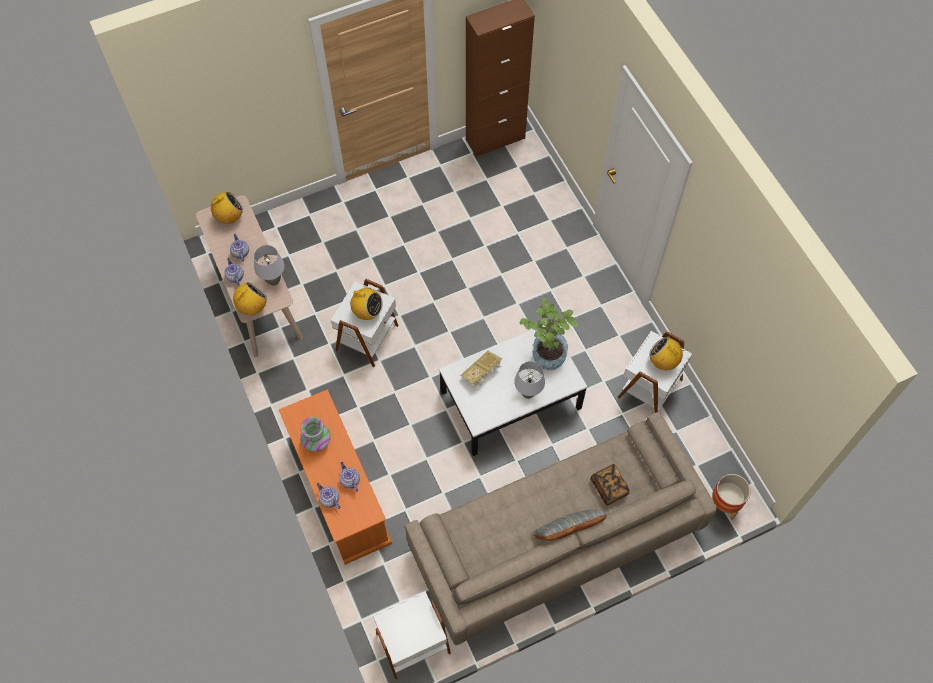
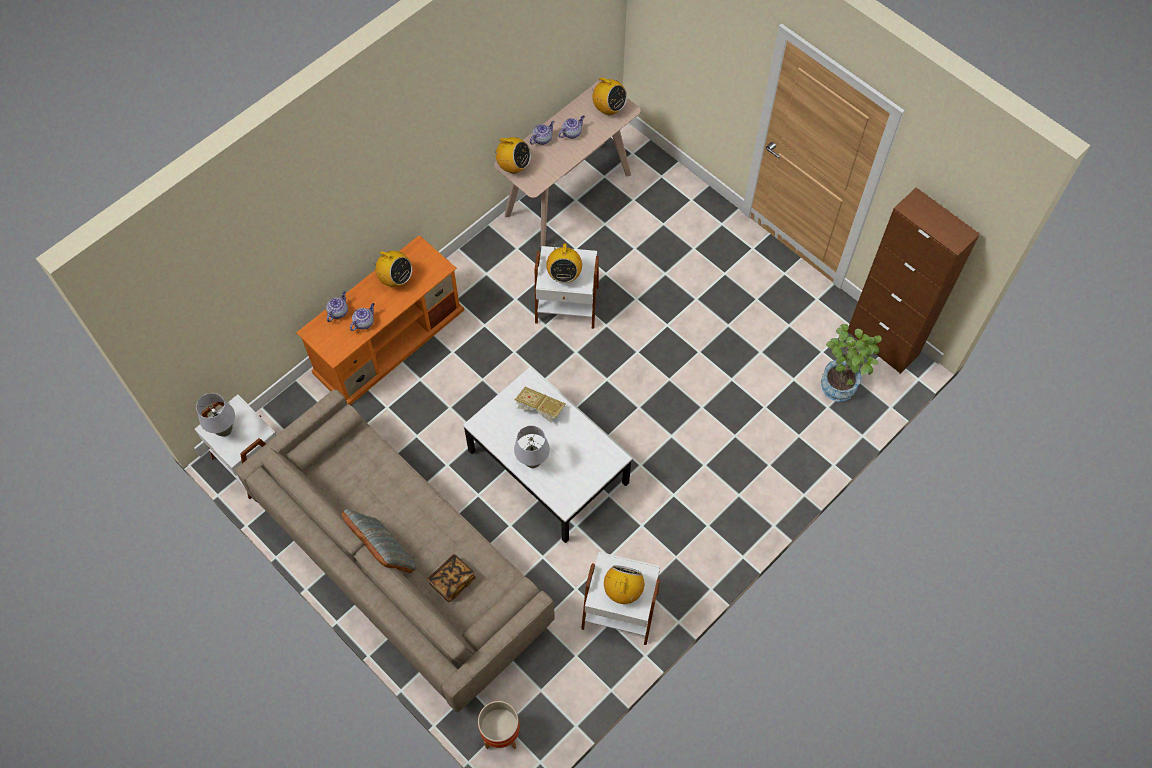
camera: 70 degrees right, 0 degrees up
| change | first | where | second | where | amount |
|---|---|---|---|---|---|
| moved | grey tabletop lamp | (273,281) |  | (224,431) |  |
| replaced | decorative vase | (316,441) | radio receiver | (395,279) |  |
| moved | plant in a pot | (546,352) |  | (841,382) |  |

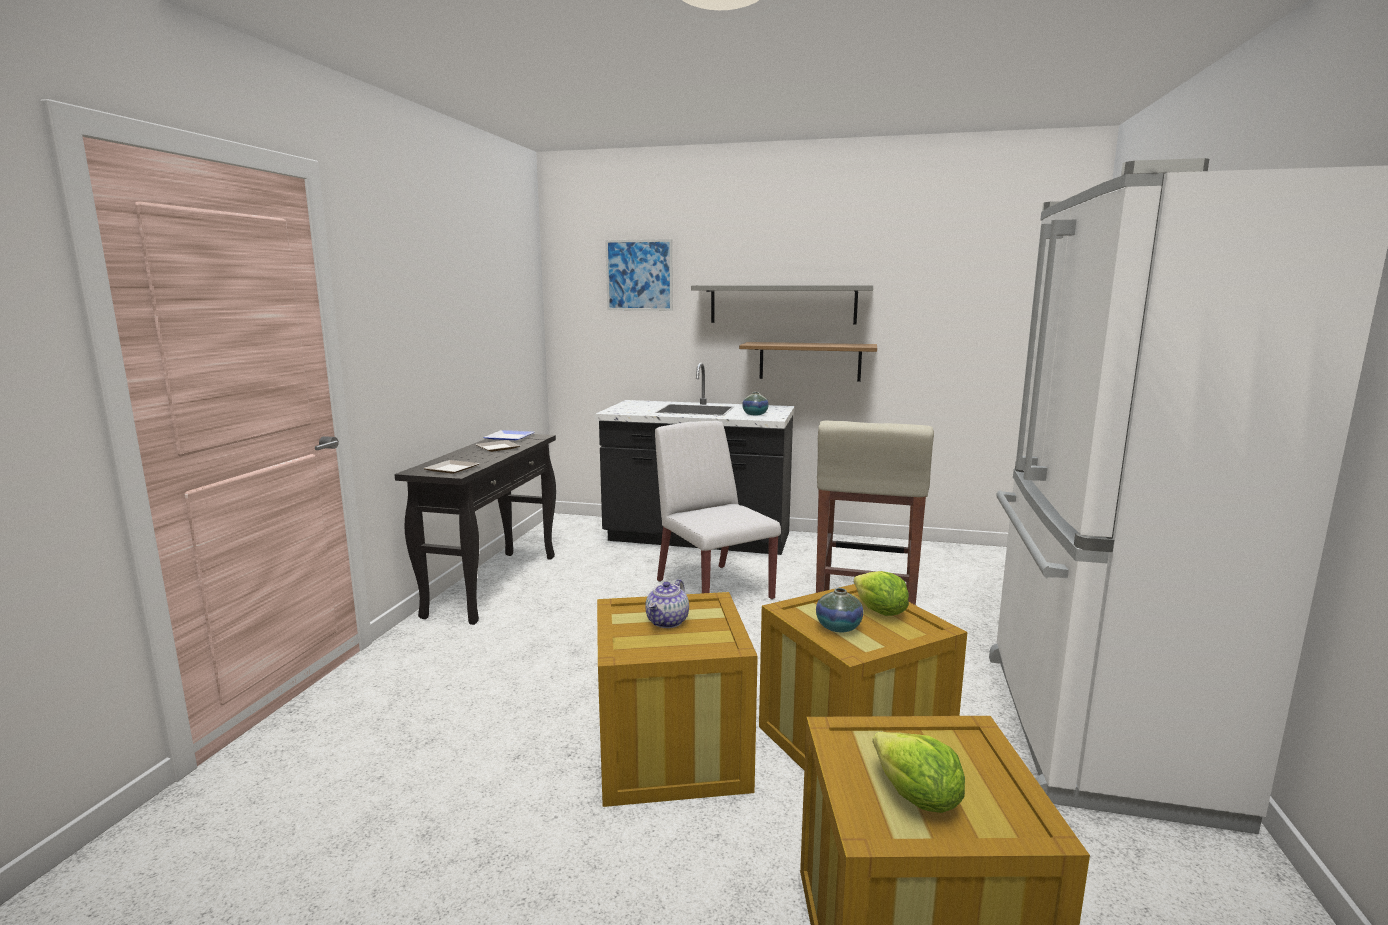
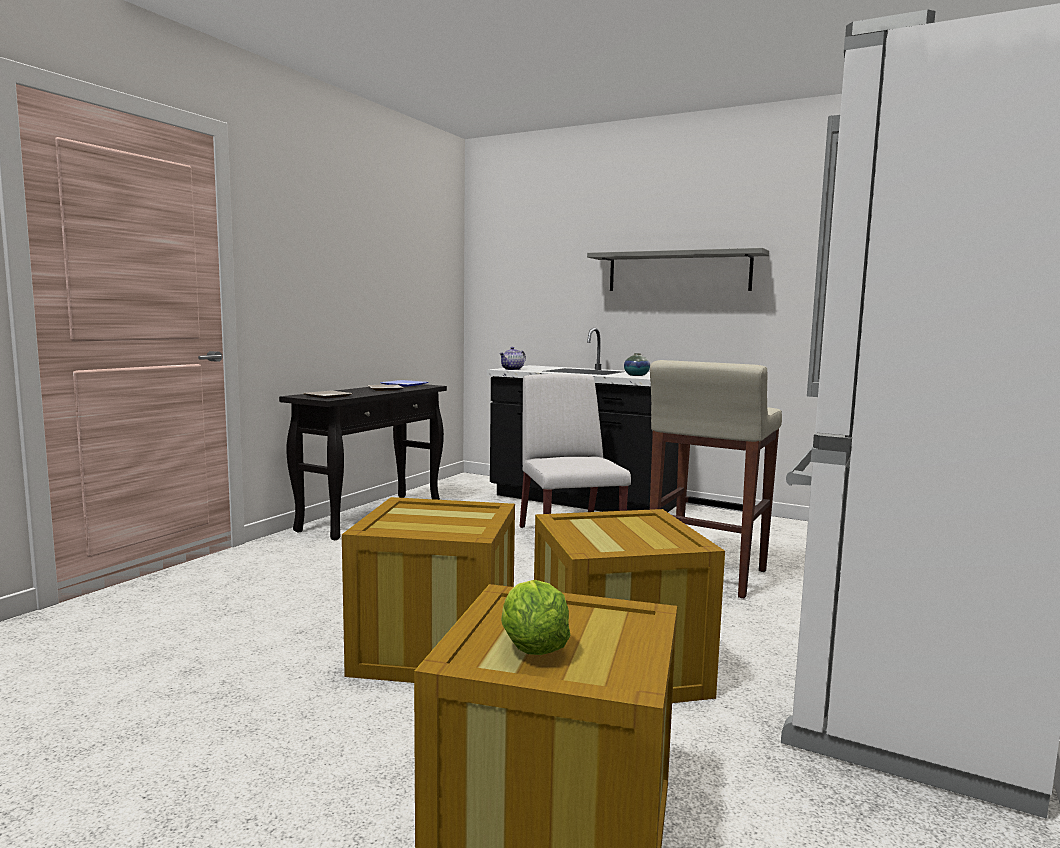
camera: 15 degrees right, 5 degrees down
| change | first | where | second | where | amount |
|---|---|---|---|---|---|
| removed | wall picture | (639,275) |  |  |  |
| moved | teapot | (667,622) |  | (512,369) |  |
| removed | shelf | (809,361) |  |  |  |
| removed | decorative vase | (838,627) |  |  |  |
| removed | lettuce head | (879,612) |  |  |  |

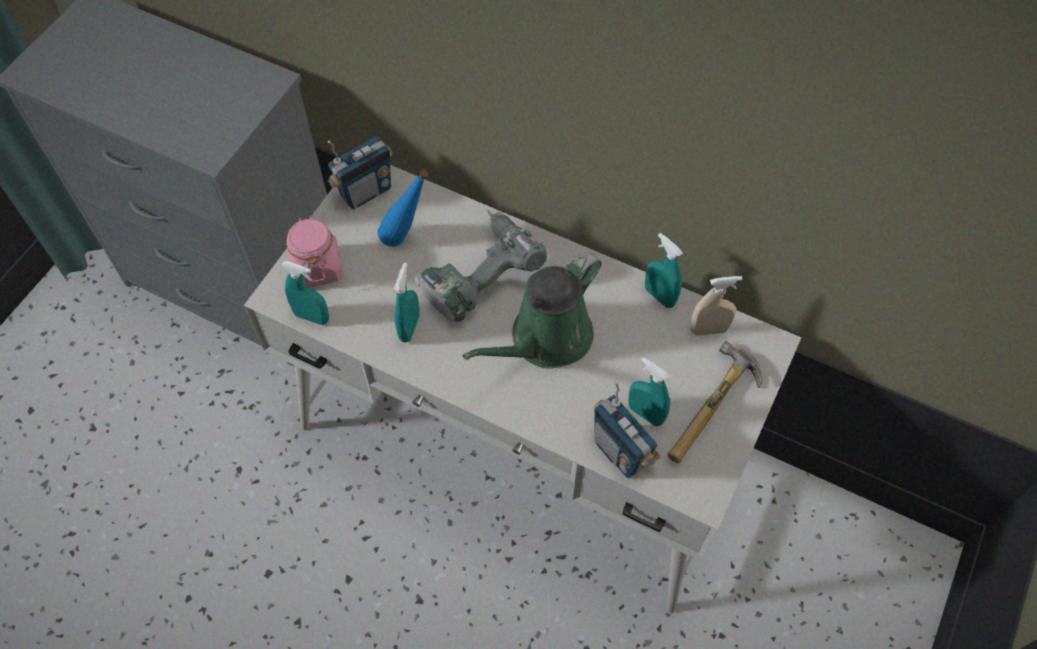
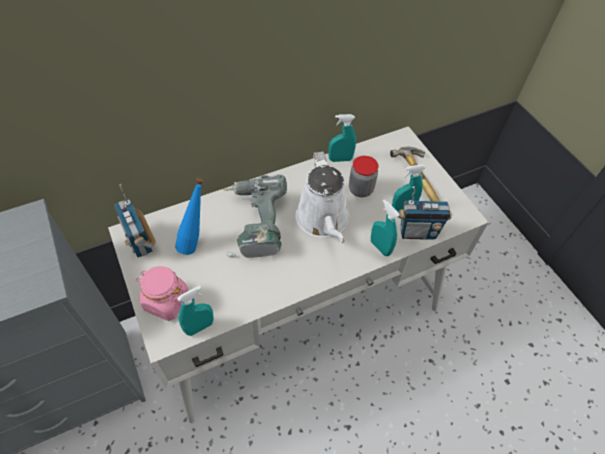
camera: 55 degrees left, 5 degrees down
| change | first | where | second | where | amount |
|---|---|---|---|---|---|
| turned | radio receiver | (365,192) |  | (140,242) | 150 degrees clockwise |
| moved | blue-green hand sprayer | (409,328) |  | (380,247) |  |
| recoloured | green-coloured watering pot | (545,340) | whitish watering pot | (323,221) |  |
| removed | sand-coloured hand sprayer | (708,330) |  |  |  |
| added |  |  | preserve jar | (360,189) |  |

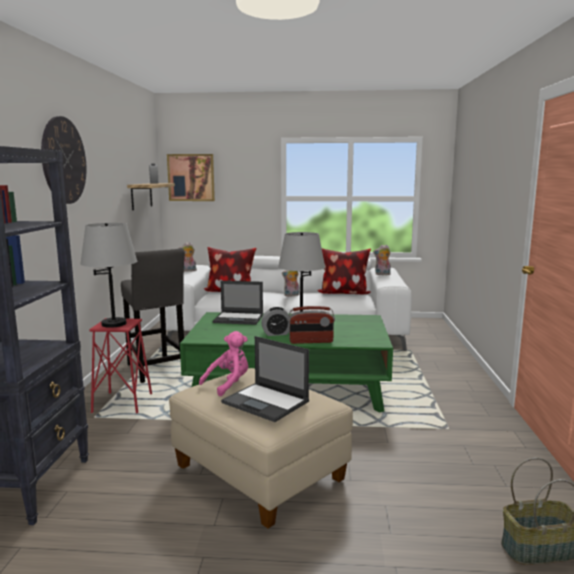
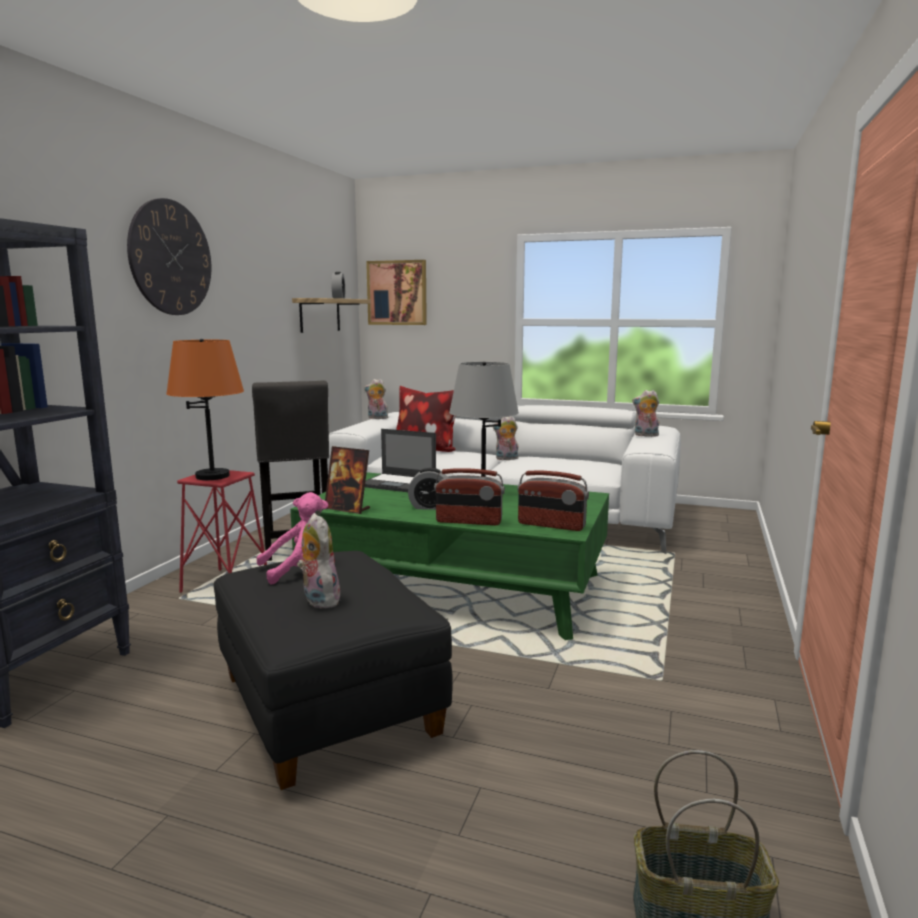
camera: 15 degrees right, 0 degrees up
| change | first | where | second | where | amount |
|---|---|---|---|---|---|
| recoloured | grey tabletop lamp | (114,324) | orange-coloured tabletop lamp | (213,476) |  |
| recoloured | sand-coloured footrest | (260,473) | black-coloured footrest | (330,706) |  |
| replaced | laptop | (266,402) | plush toy | (318,600) |  |
| removed | pillow | (343,293) |  |  |  |
| added |  |  | standing frame | (347,509) |  |
| added |  |  | radio receiver | (551,525) |  |

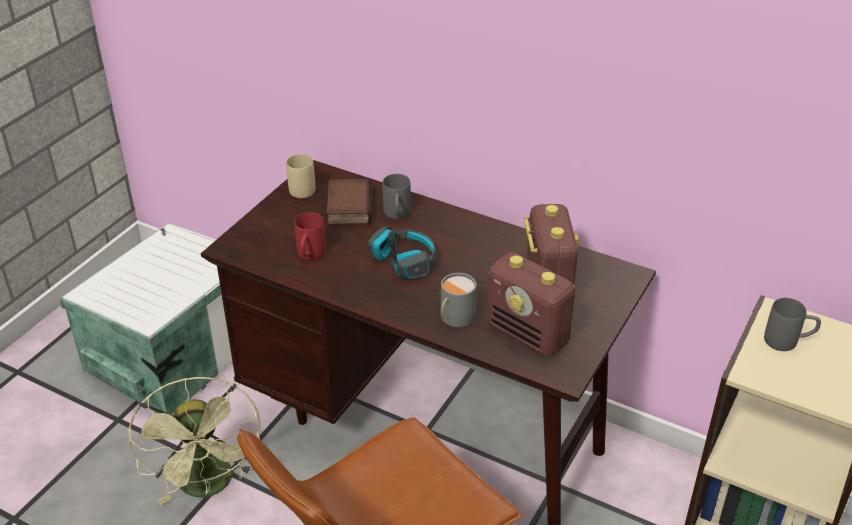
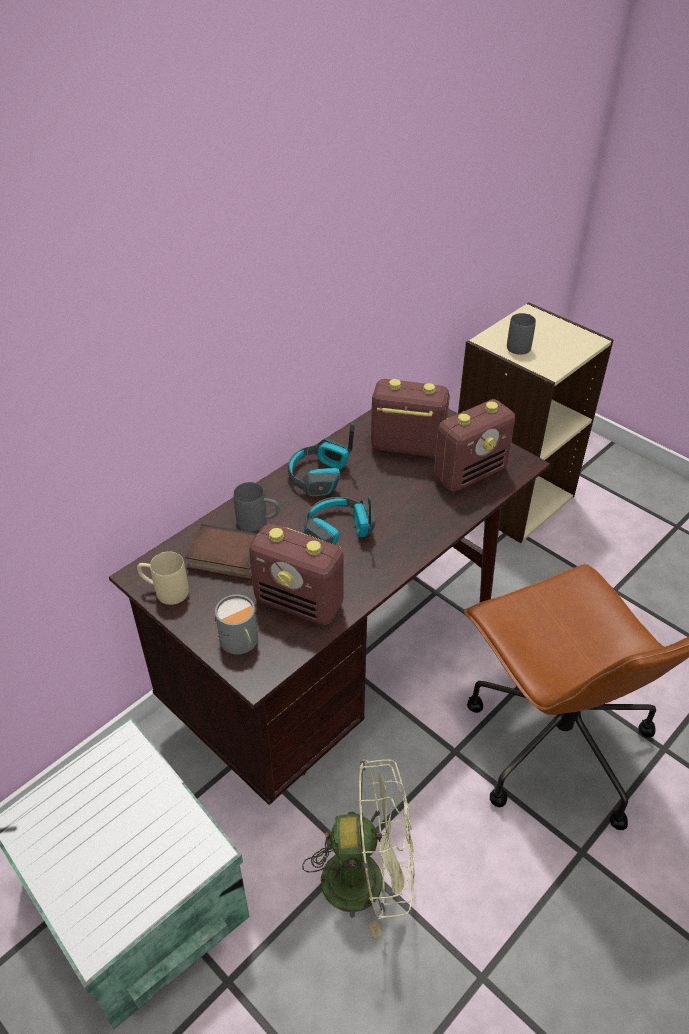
camera: 75 degrees left, 5 degrees up
| change | first | where | second | where | amount |
|---|---|---|---|---|---|
| replaced | red coffee mug | (309,255) | radio receiver | (300,603) |  |
| moved | grey coffee mug | (454,317) |  | (240,642) |  |
| added |  |  | headphones | (319,477) |  |

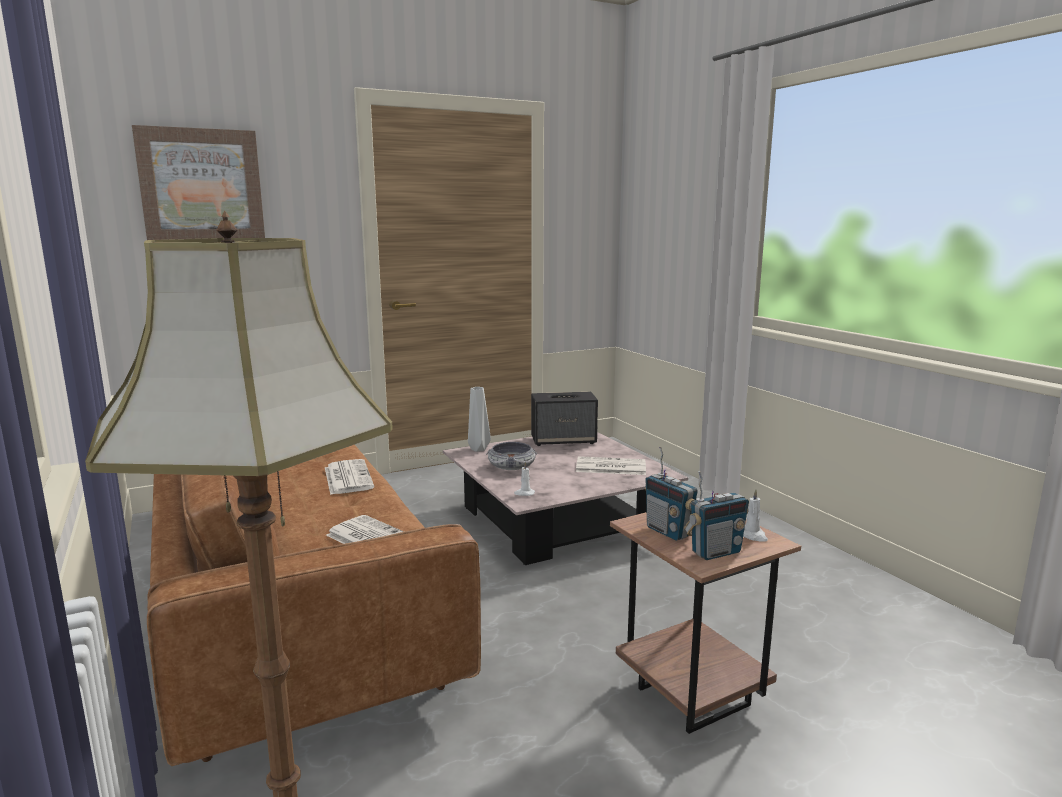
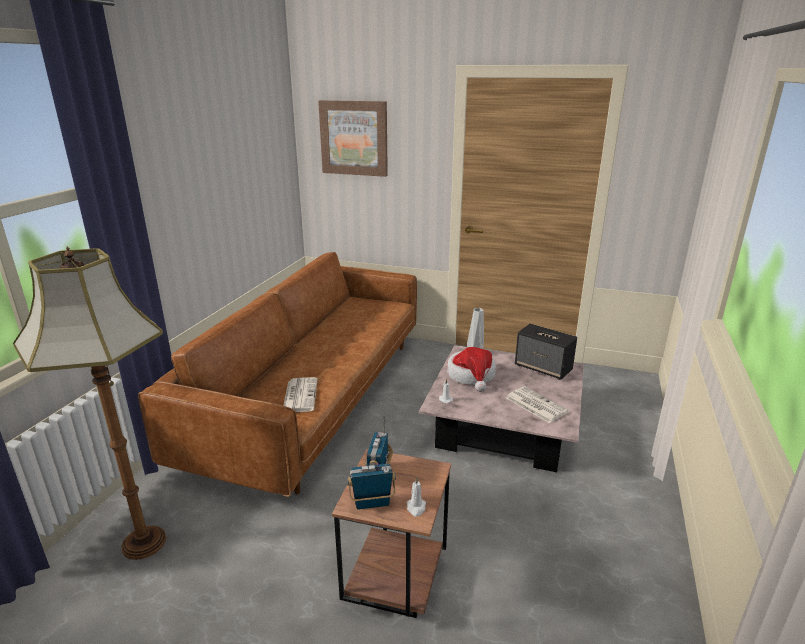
camera: 45 degrees right, 10 degrees up
| change | first | where | second | where | amount |
|---|---|---|---|---|---|
| removed | daily paper | (347,477) |  |  |  |
| replaced | bowl | (511,467) | clothing hat | (471,376) |  |
| turned | radio receiver | (715,552) |  | (372,503) | 150 degrees clockwise |

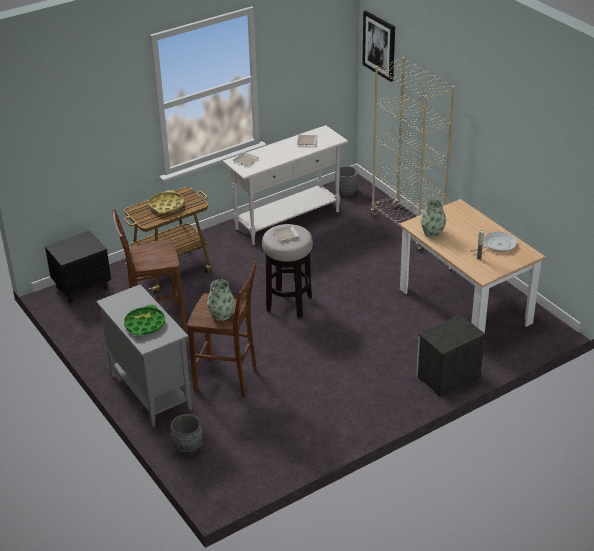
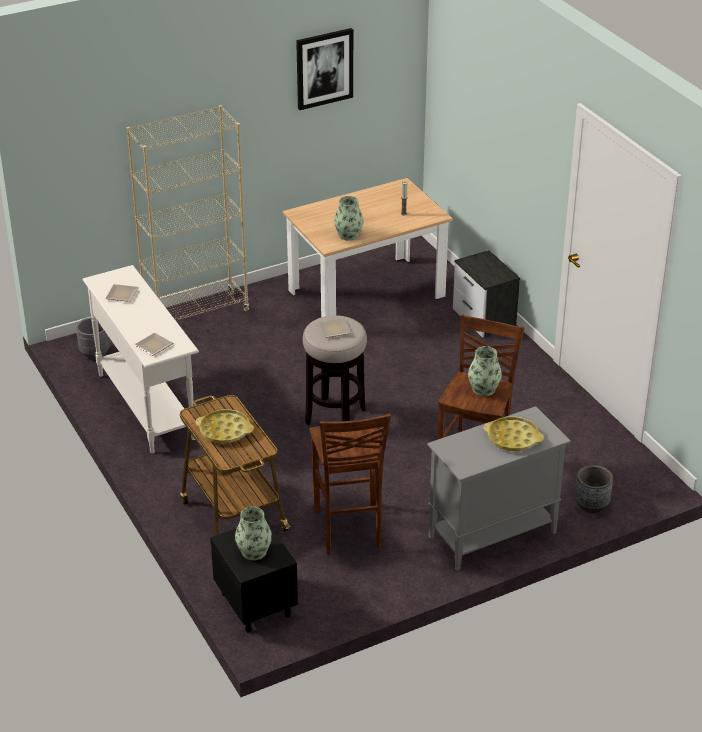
camera: 85 degrees left, 0 degrees up
| change | first | where | second | where | amount |
|---|---|---|---|---|---|
| recoloured | green-coloured carrying tray | (145,324) | yellow-coloured carrying tray | (513,438) |  |
| moved | wall picture | (379,45) |  | (324,68) |  |
| removed | frying pan | (497,245) |  |  |  |
| added |  |  | decorative vase | (254,551) |  |

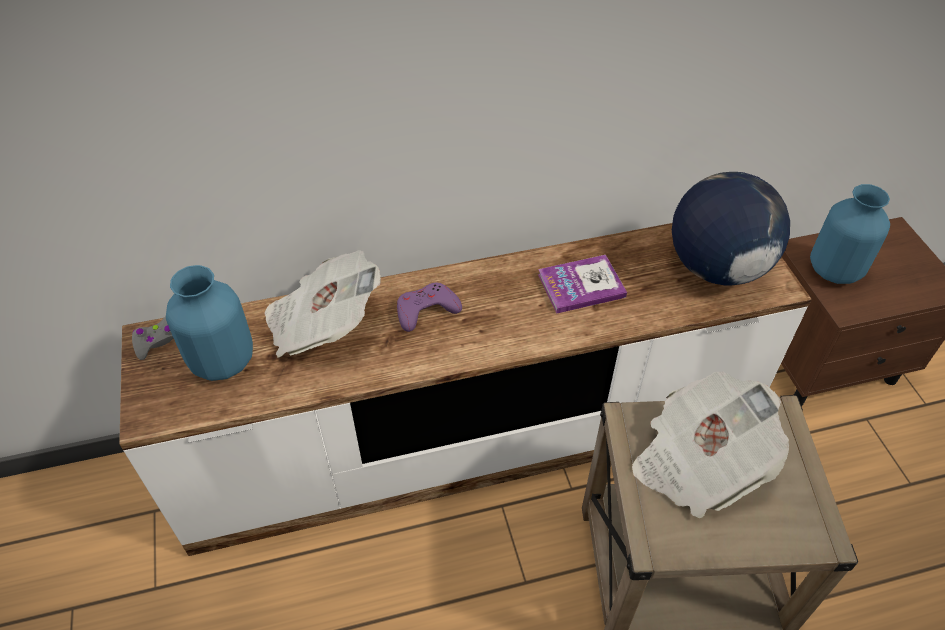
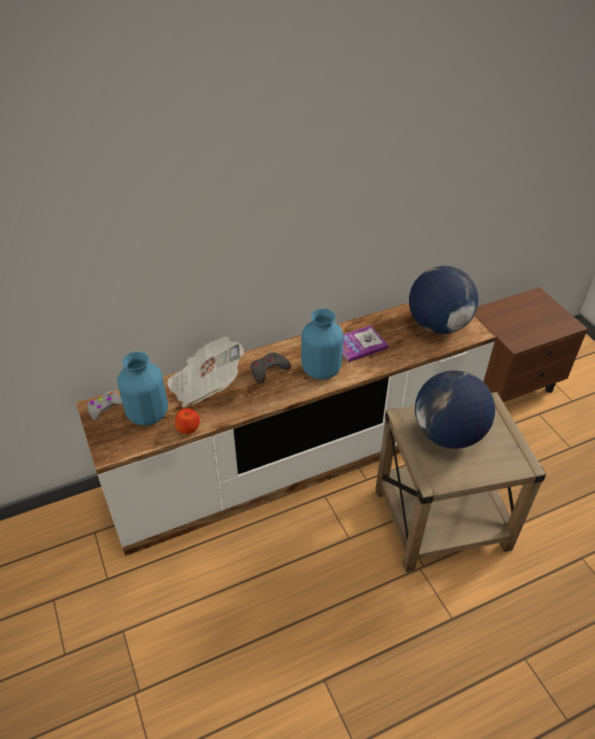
camera: 10 degrees left, 5 degrees down
| change | first | where | second | where | amount |
|---|---|---|---|---|---|
| recoloured | purple-coloured game controller | (426,310) | grey game controller | (268,370) |  |
| replaced | daily paper | (698,462) | desk globe | (448,434) |  |
| moved | bluish decorative vase | (835,269) |  | (321,370) |  |
| added |  |  | apple fruit | (188,428) |  |

